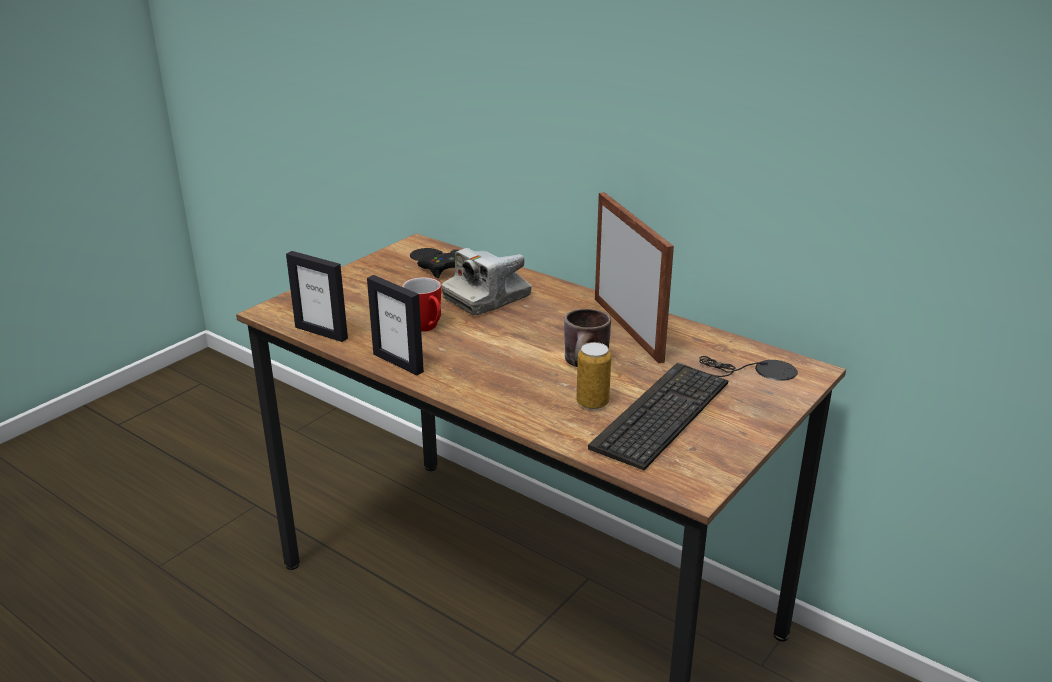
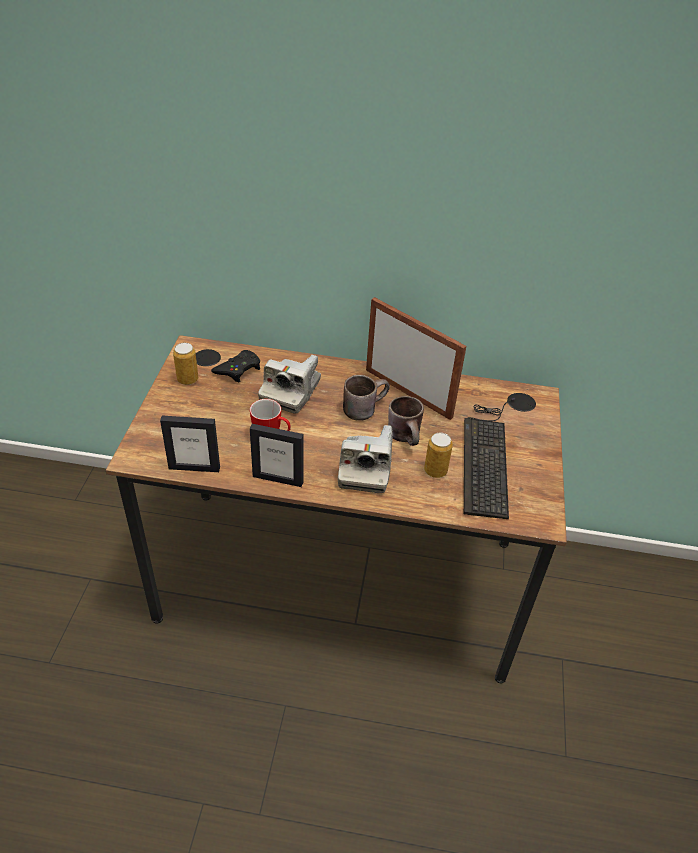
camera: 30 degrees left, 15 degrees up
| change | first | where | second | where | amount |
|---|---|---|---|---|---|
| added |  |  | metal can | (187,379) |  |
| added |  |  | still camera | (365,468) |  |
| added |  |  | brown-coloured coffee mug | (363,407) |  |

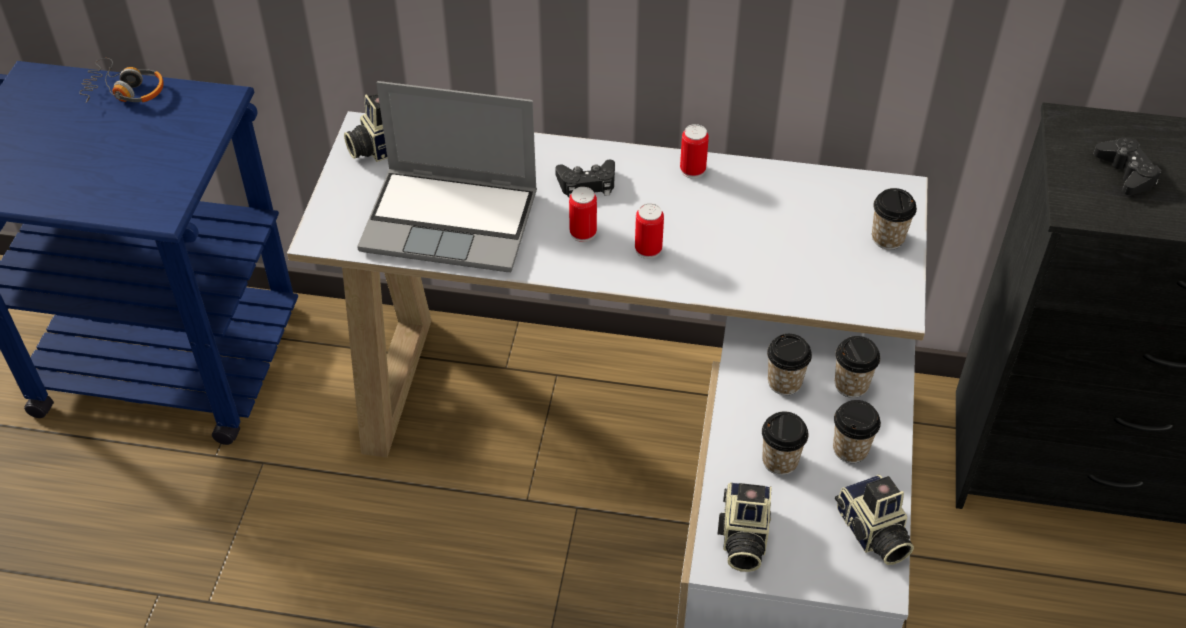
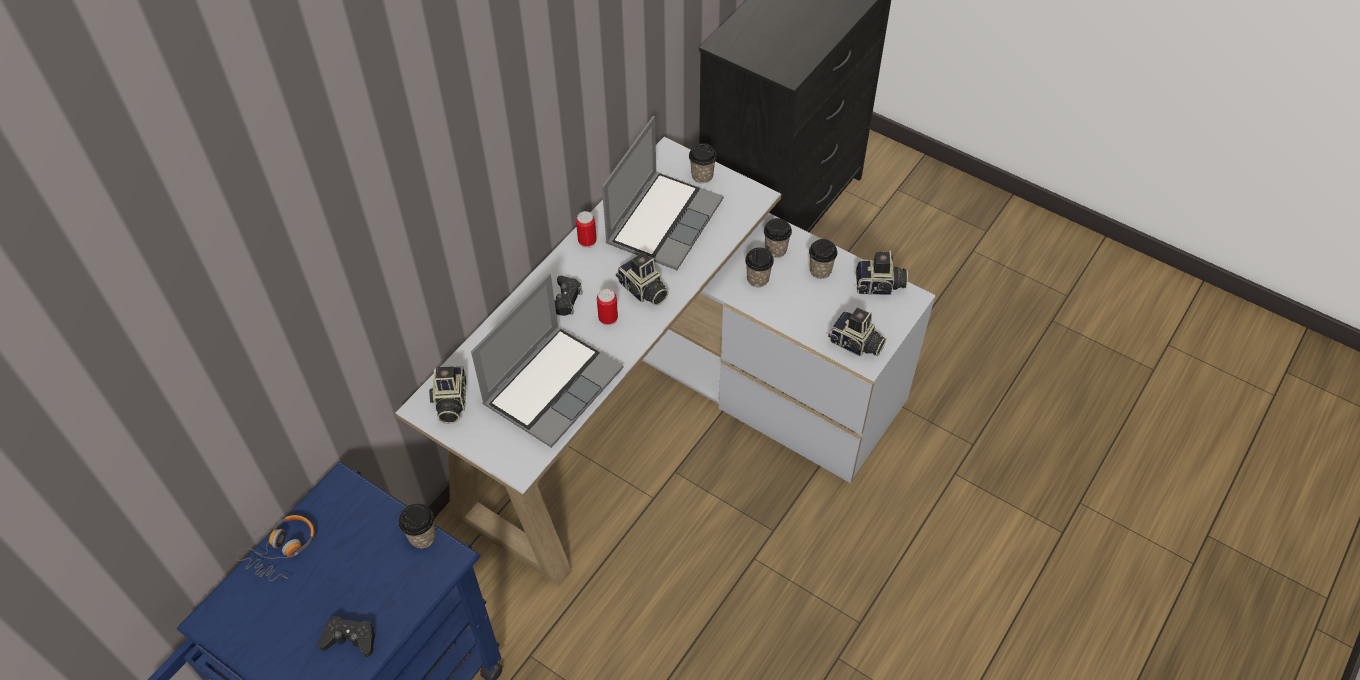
camera: 65 degrees left, 5 degrees up
| change | first | where | second | where | amount |
|---|---|---|---|---|---|
| replaced | metal can | (648,249) | still camera | (643,291) |  |
| moved | small cup | (780,461) |  | (422,537) |  |
| moved | black-coloured game controller | (1125,172) |  | (350,639) |  |
| added |  |  | laptop | (663,221) |  |

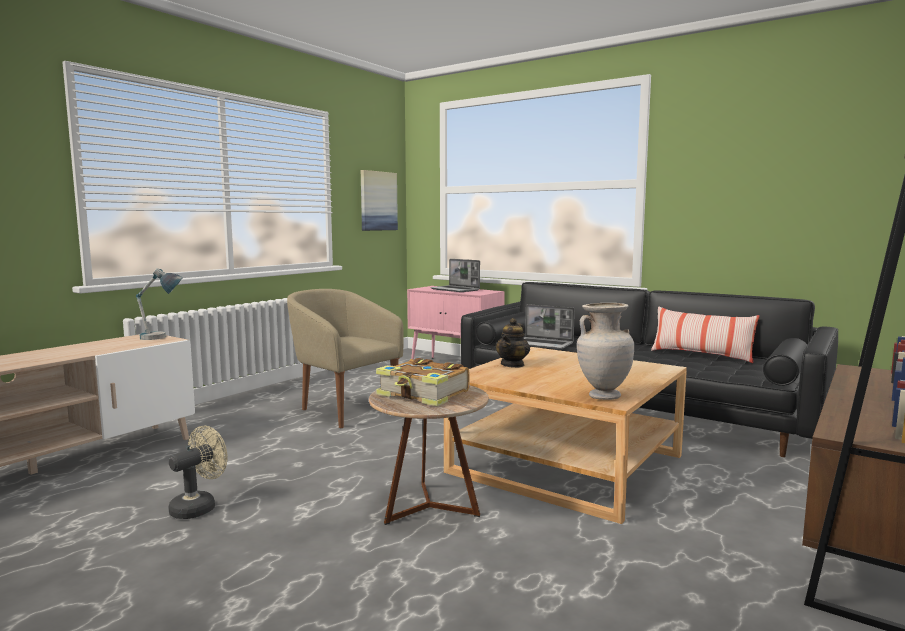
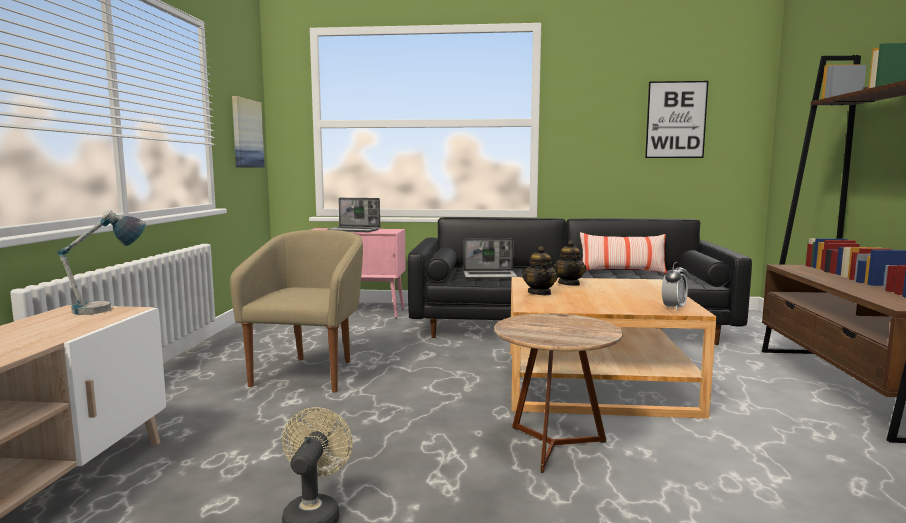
camera: 30 degrees left, 0 degrees up
| change | first | where | second | where | amount |
|---|---|---|---|---|---|
| turned | sand-coloured easy chair | (344,410) |  | (310,373) | 90 degrees clockwise |
| removed | bound book | (424,394) |  |  |  |
| replaced | sand-coloured decorative vase | (603,396) | bedside clock | (673,308) |  |
| added |  |  | teapot | (569,284) |  |
| added |  |  | wall picture | (676,120) |  |

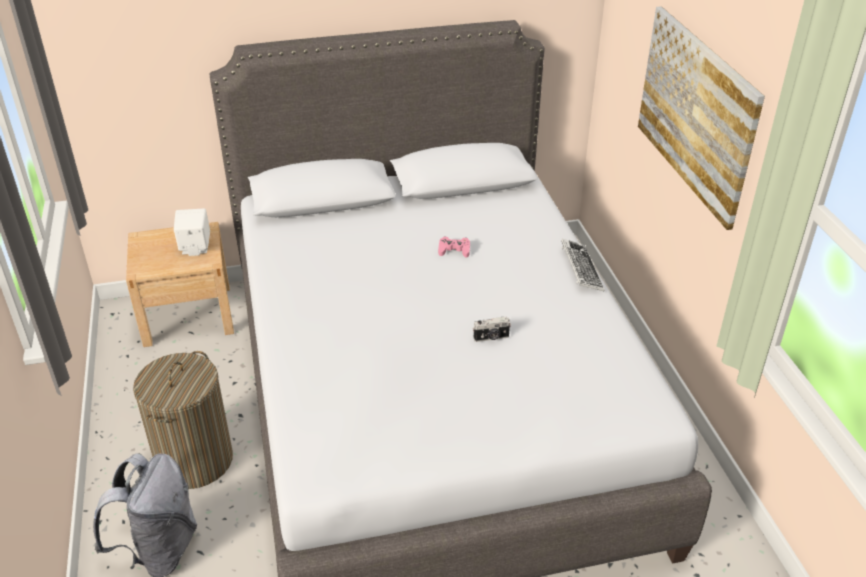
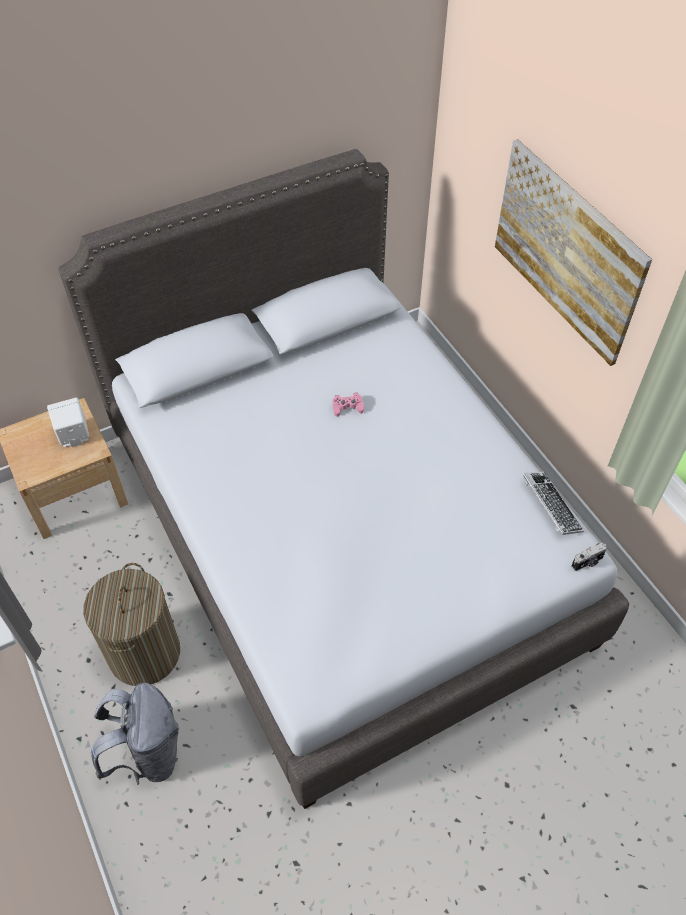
camera: 15 degrees left, 15 degrees up
| change | first | where | second | where | amount |
|---|---|---|---|---|---|
| moved | still camera | (491,338) |  | (587,563) |  |
| moved | PC keyboard | (581,269) |  | (551,506) |  |

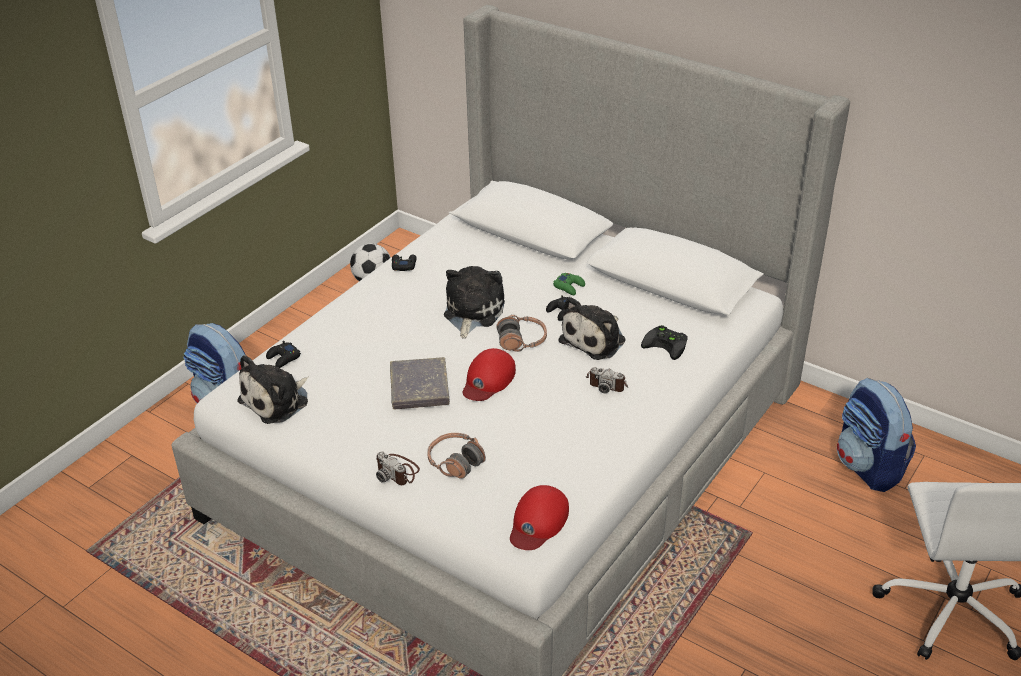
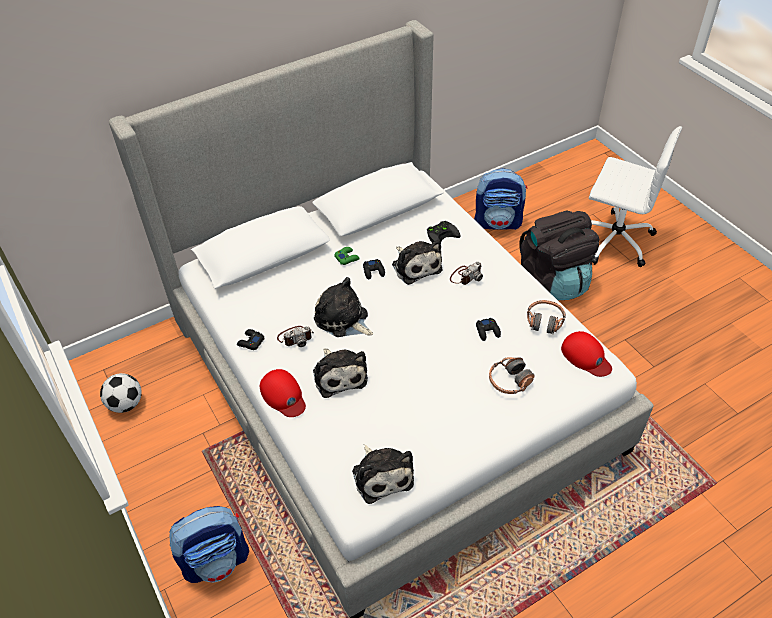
camera: 65 degrees left, 10 degrees up
| change | first | where | second | where | amount |
|---|---|---|---|---|---|
| moved | black-coloured game controller | (283,358) |  | (488,331) |  |
| moved | still camera | (397,471) |  | (295,337) |  |
| removed | grey bound book | (419,387) |  |  |  |
| moved | red baseball cap | (488,379) |  | (283,395) |  |
| moved | headphones | (522,341) |  | (544,321) |  |
| added |  |  | plush toy | (339,375) |  |
| added |  |  | black-coloured backpack | (554,280) |  |

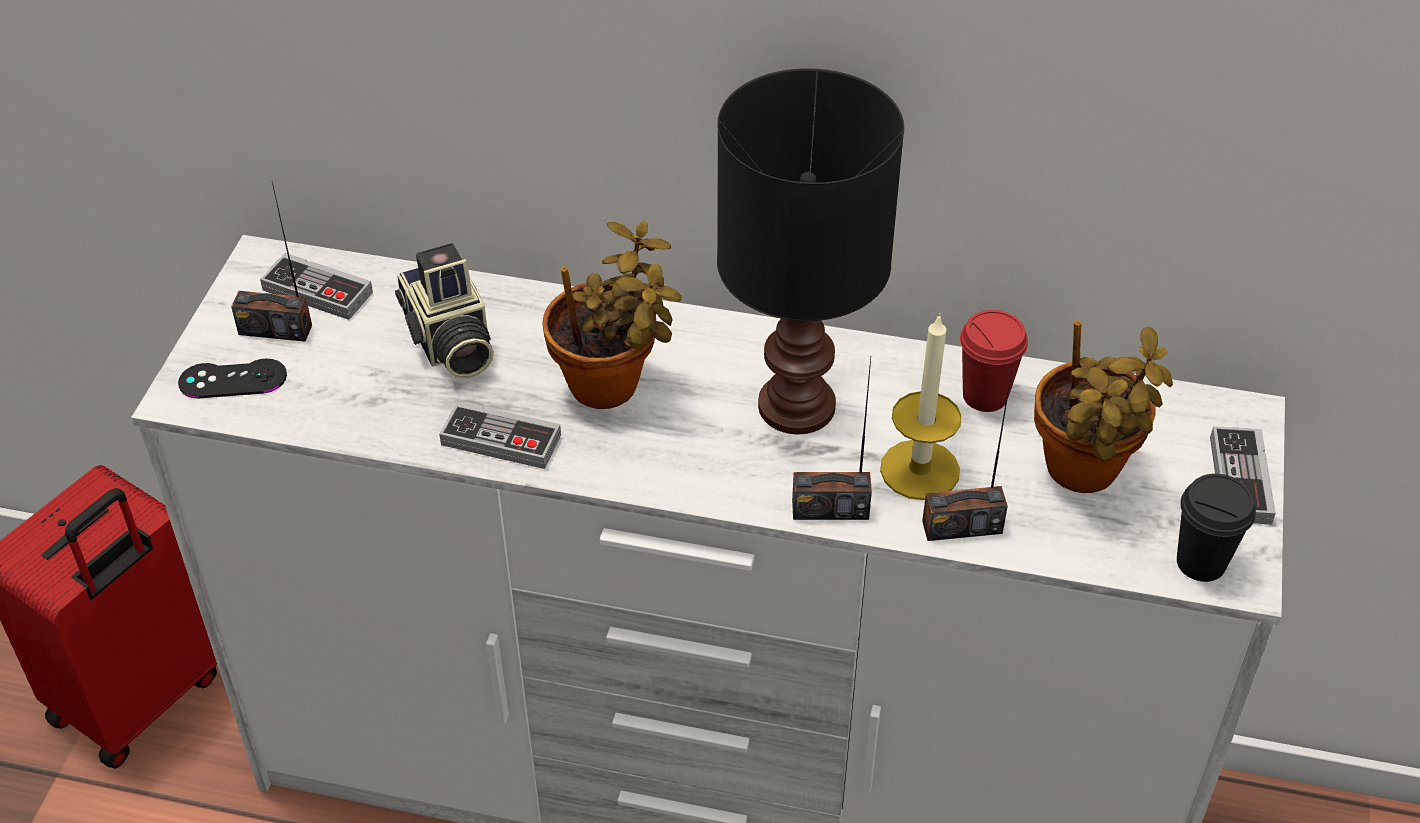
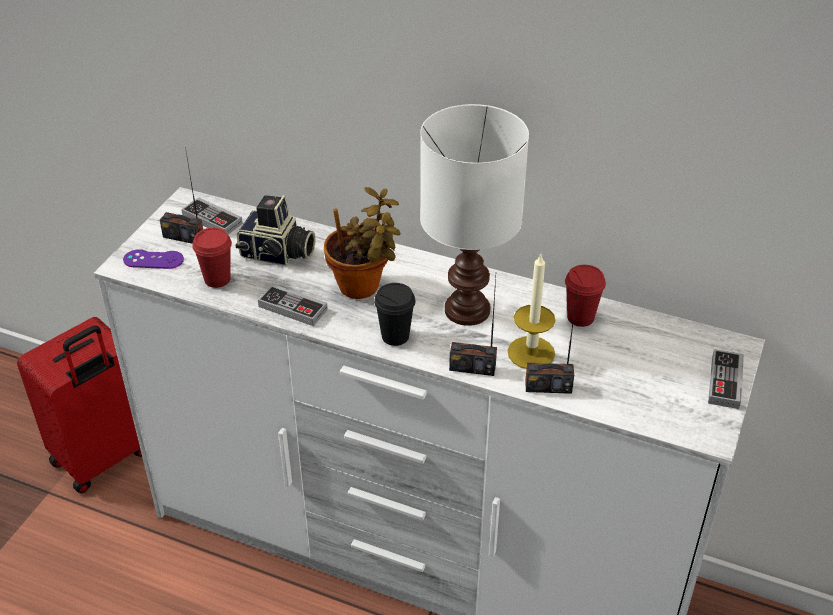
camera: 10 degrees right, 5 degrees down
| change | first | where | second | where | amount |
|---|---|---|---|---|---|
| recoloured | black-coloured game controller | (233,379) | purple-coloured game controller | (153,259) |  |
| turned | still camera | (449,343) |  | (277,254) | 60 degrees counterclockwise |
| recoloured | black-coloured tabletop lamp | (793,405) | whitish tabletop lamp | (465,309) |  |
| removed | plant in a pot | (1083,474) |  |  |  |
| moved | black-coloured small cup | (1201,563) |  | (395,336) |  |
| added |  |  | red small cup | (217,279) |  |

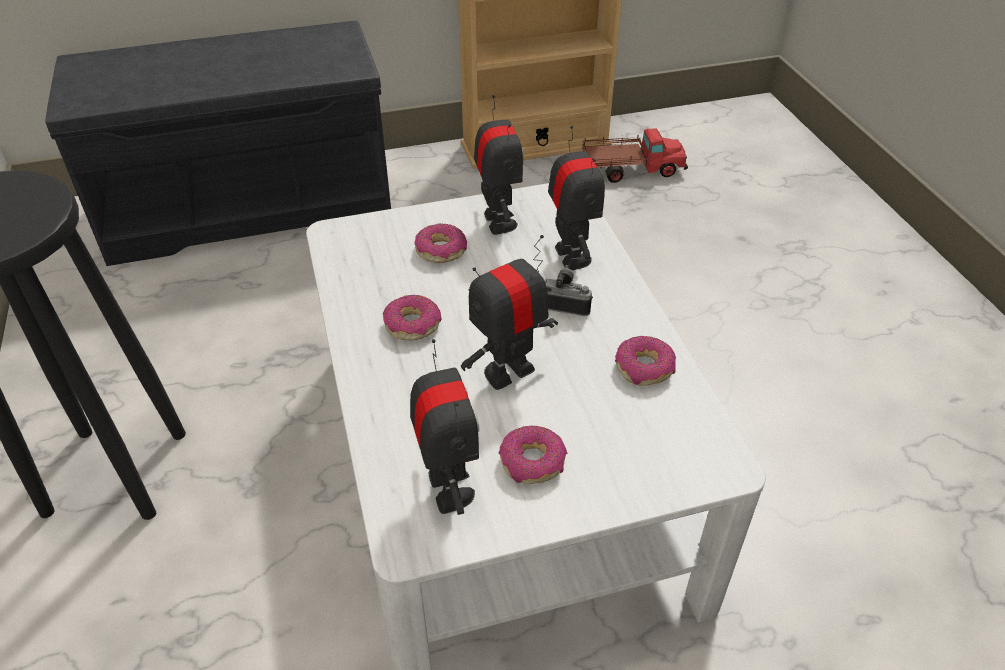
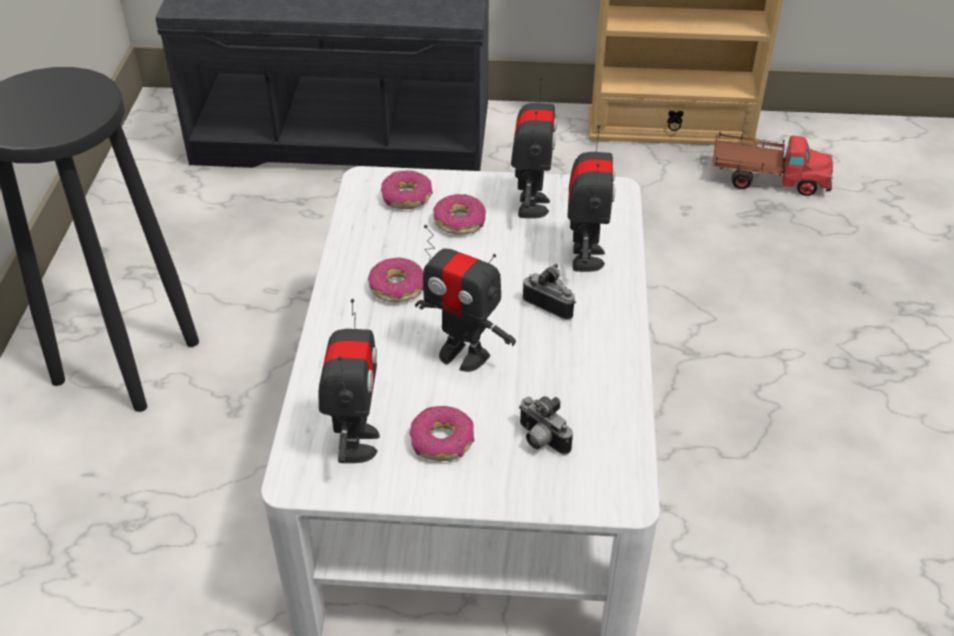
camera: 20 degrees right, 0 degrees up
| change | first | where | second | where | amount |
|---|---|---|---|---|---|
| turned | toy robot | (508,372) |  | (463,354) | 135 degrees counterclockwise |
| moved | ring doughnut | (644,368) |  | (407,197) |  |
| added |  |  | still camera | (540,440) |  |

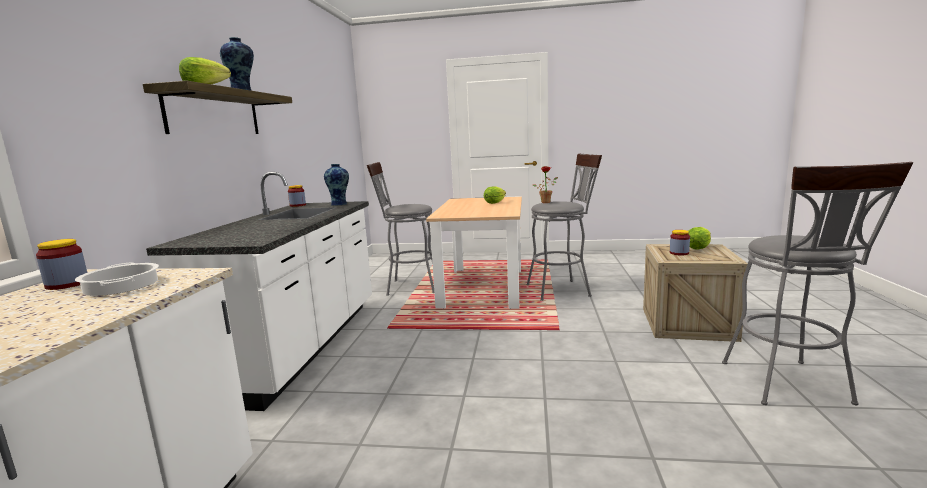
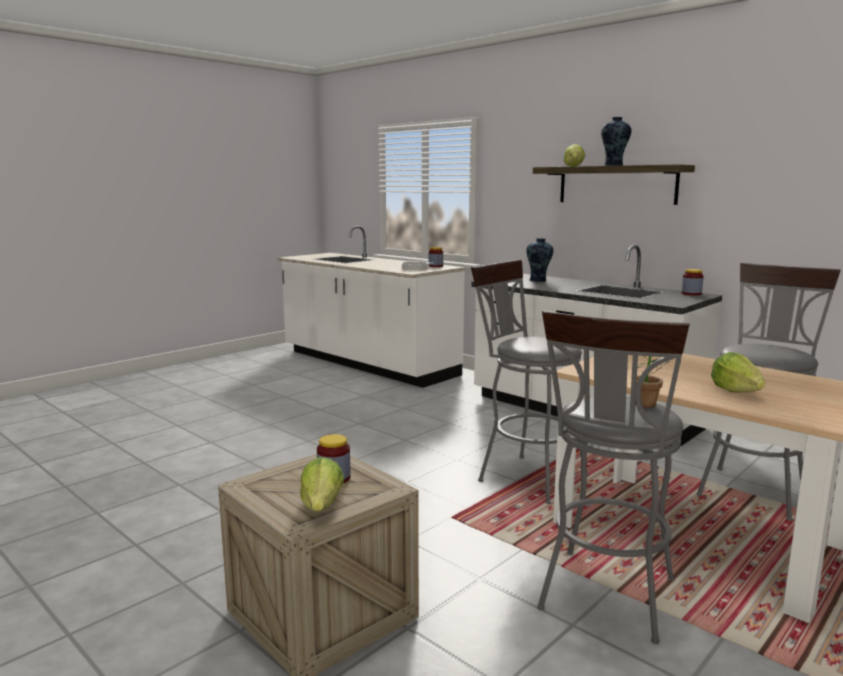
camera: 125 degrees right, 0 degrees up
| change | first | where | second | where | amount |
|---|---|---|---|---|---|
| moved | decorative vase | (339,204) |  | (538,280) |  |
| moved | grey sitting stool | (790,387) |  | (525,476) |  |

